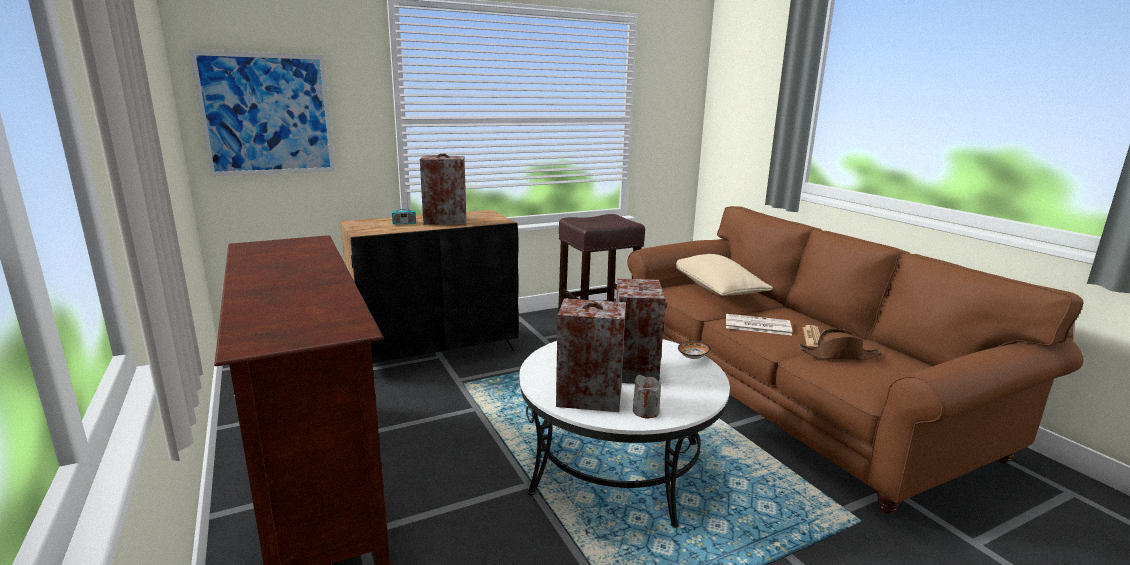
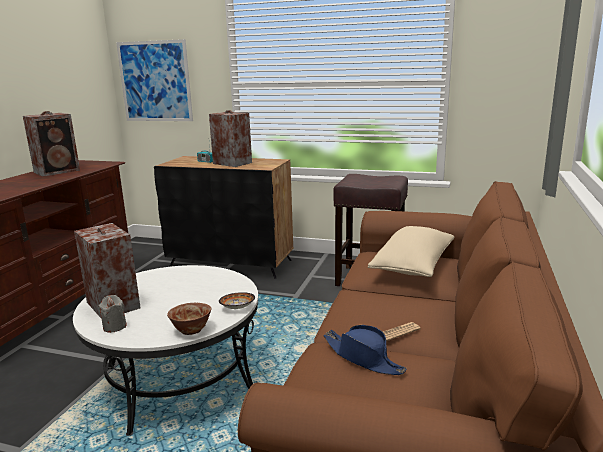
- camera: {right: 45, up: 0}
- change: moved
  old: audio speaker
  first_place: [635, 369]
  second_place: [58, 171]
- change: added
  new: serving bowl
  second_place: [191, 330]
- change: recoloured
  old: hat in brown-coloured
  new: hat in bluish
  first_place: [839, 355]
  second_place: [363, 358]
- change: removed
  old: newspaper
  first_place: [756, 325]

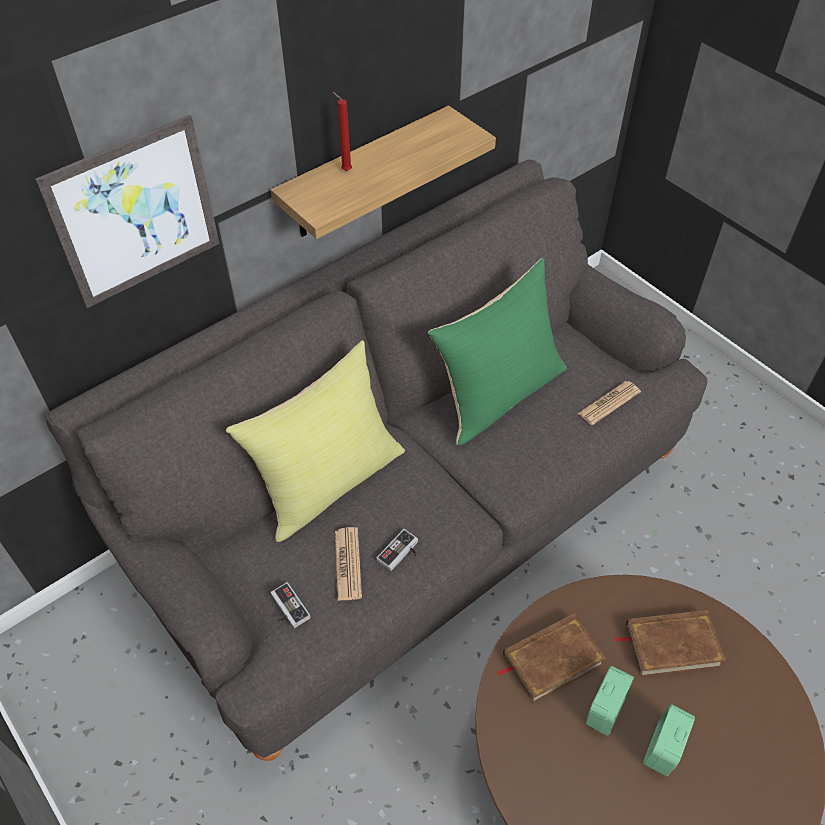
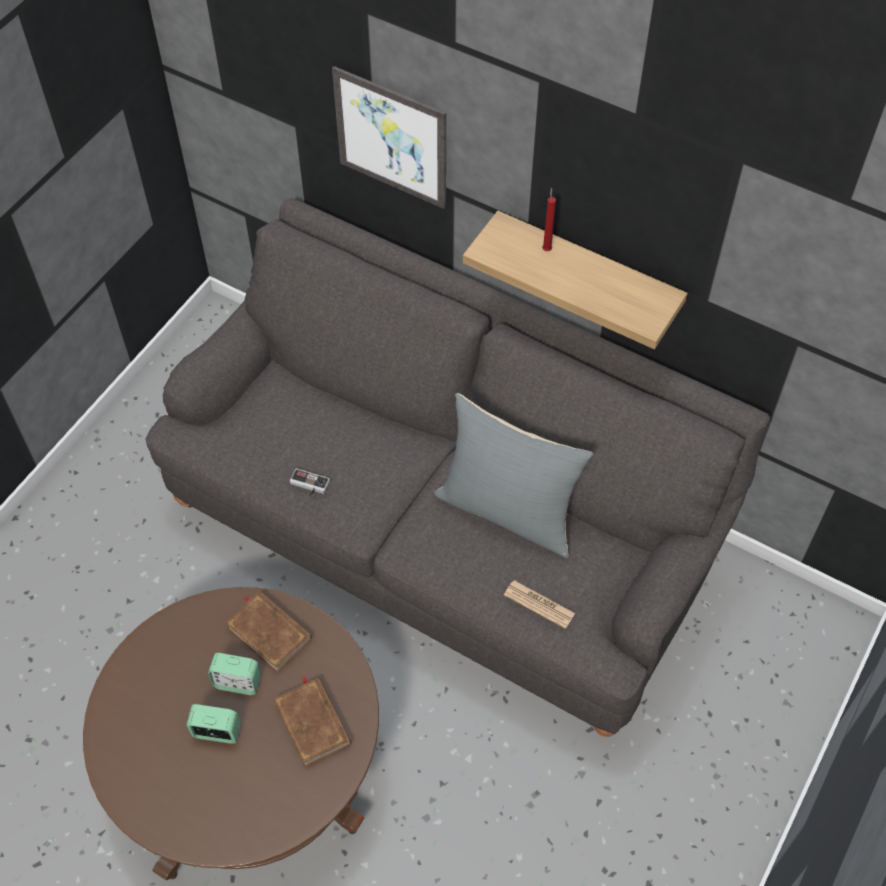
- camera: {right: 70, up: 5}
- change: recoloured
  old: throw pillow in greenish
  new: throw pillow in greyish
  first_place: [498, 394]
  second_place: [509, 510]
- change: removed
  old: throw pillow in yellowish
  first_place: [329, 482]
- change: removed
  old: joypad
  first_place: [286, 609]
- change: removed
  old: newspaper
  first_place: [348, 564]

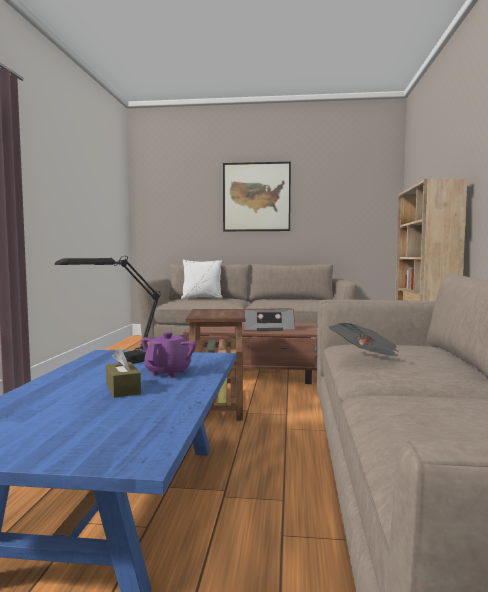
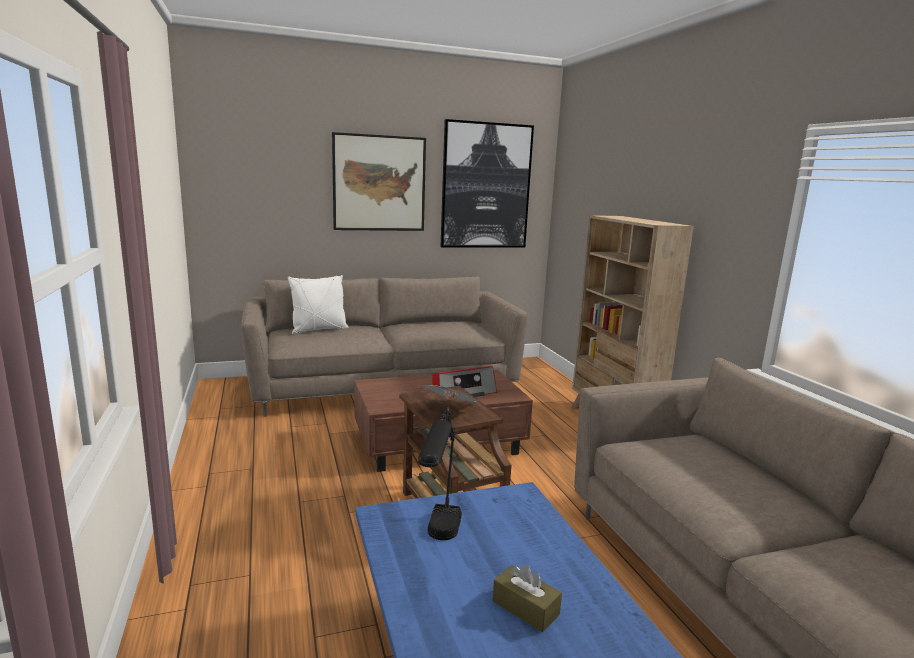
- camera: {right: -25, up: 10}
- change: moved
  old: newspaper
  first_place: [366, 359]
  second_place: [451, 410]
- change: added
  new: picture
  second_place: [486, 186]
- change: removed
  old: pot for tea in purplish
  first_place: [168, 372]

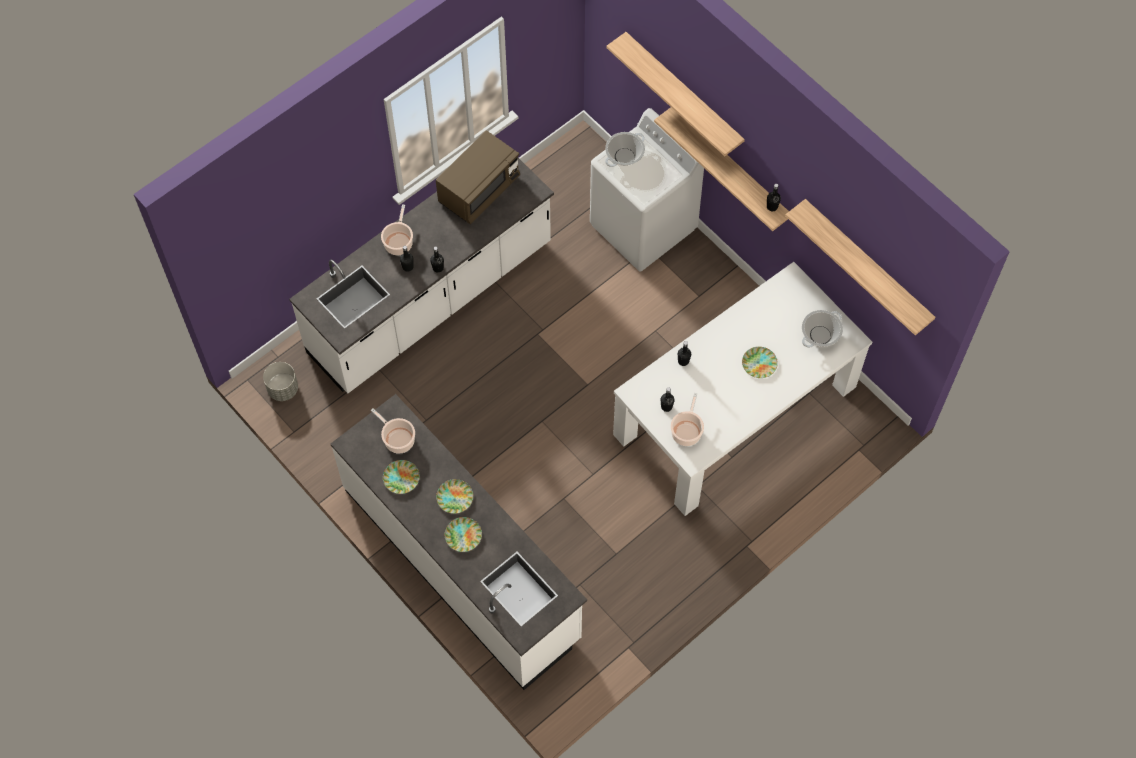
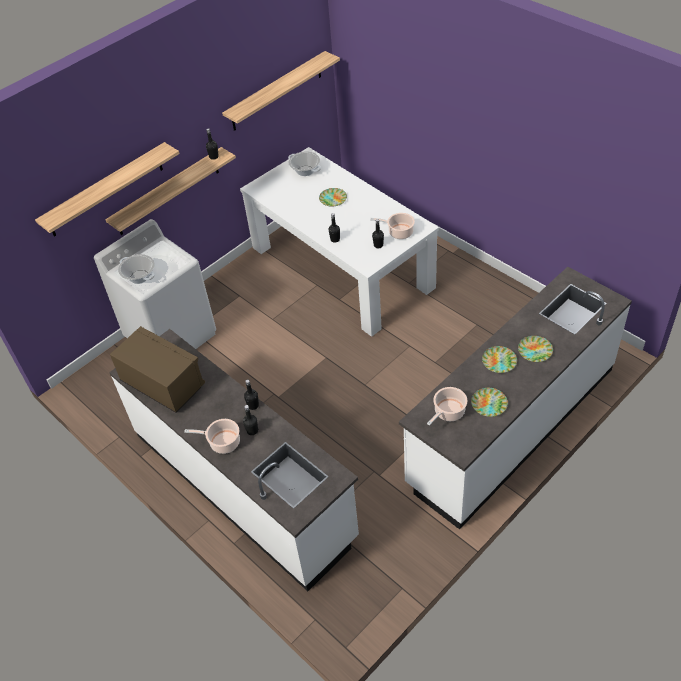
- camera: {right: -90, up: -15}
- change: removed
  old: plant pot in greyish
  first_place: [283, 389]

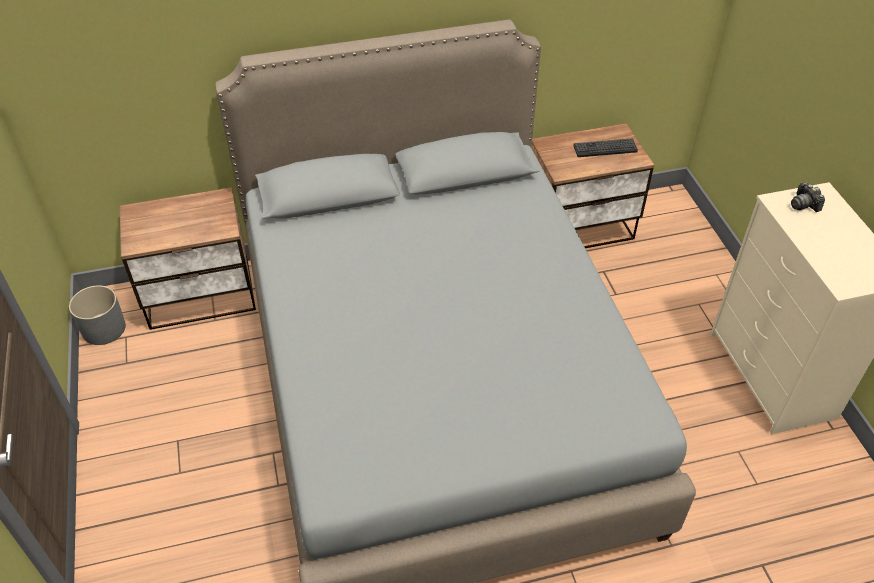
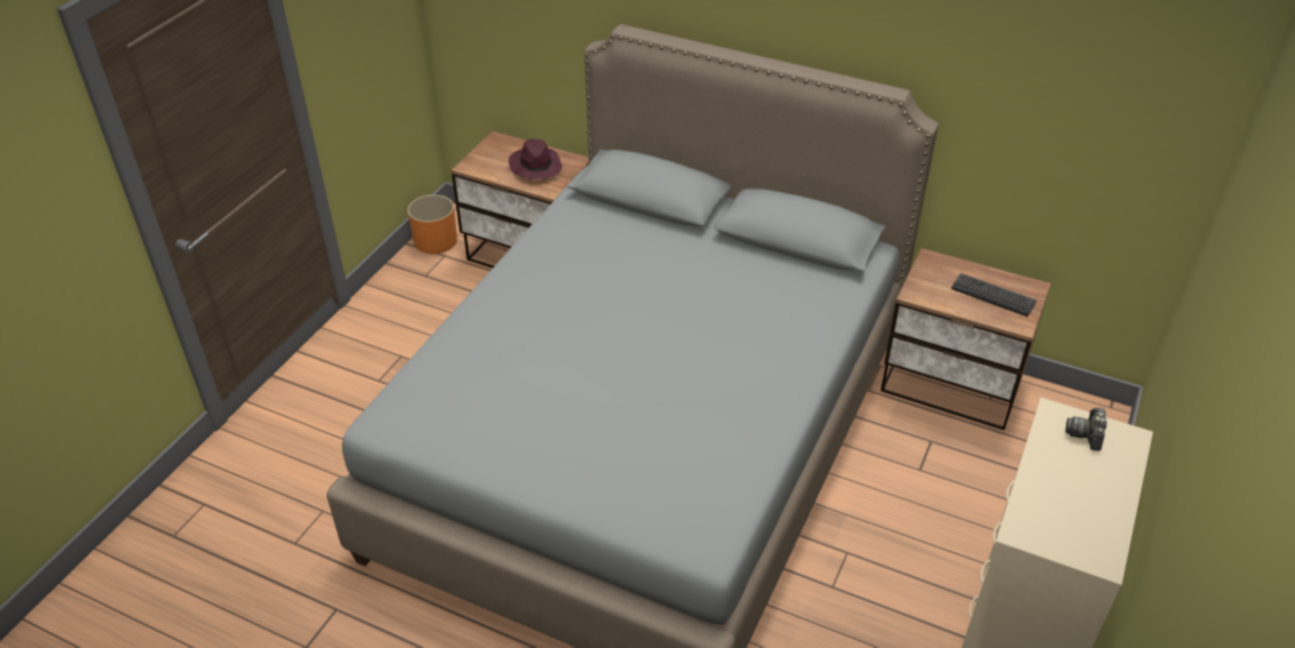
- camera: {right: 40, up: -5}
- change: recoloured
  old: plant pot in greyish
  new: plant pot in orange-coloured
  first_place: [103, 329]
  second_place: [435, 240]
- change: added
  new: hat in purplish
  second_place: [535, 166]

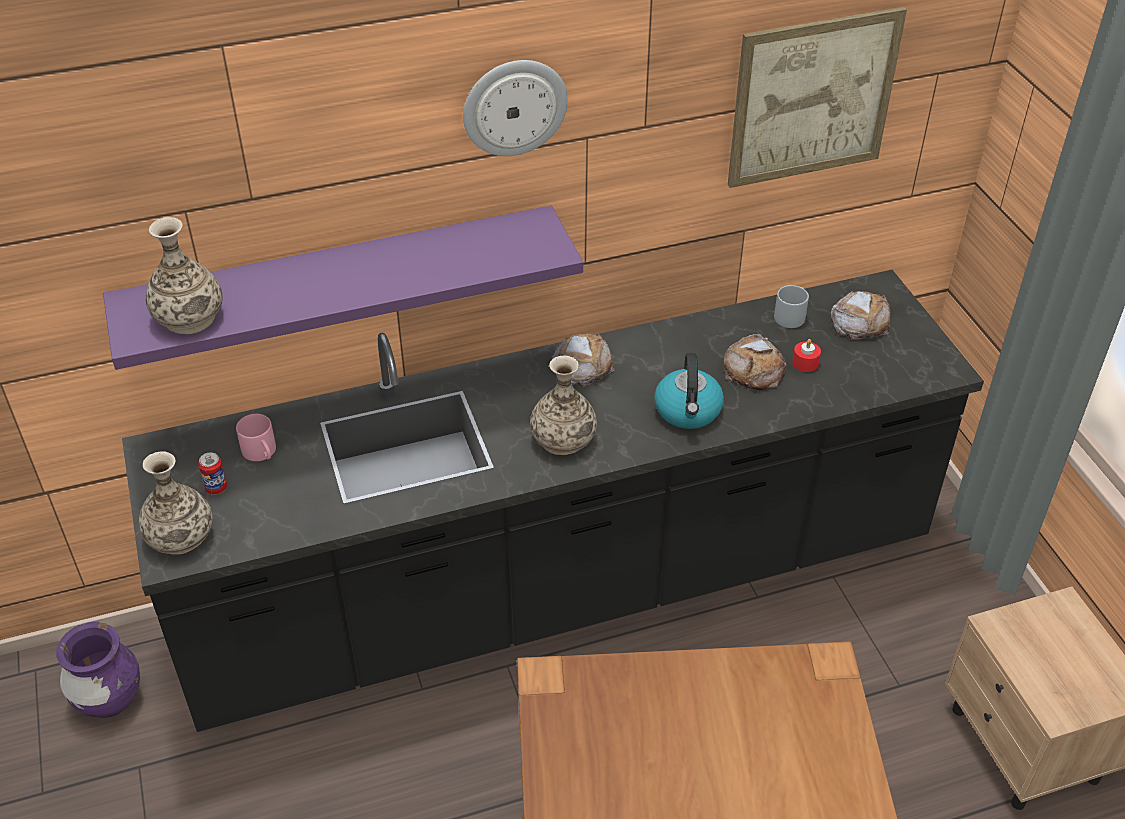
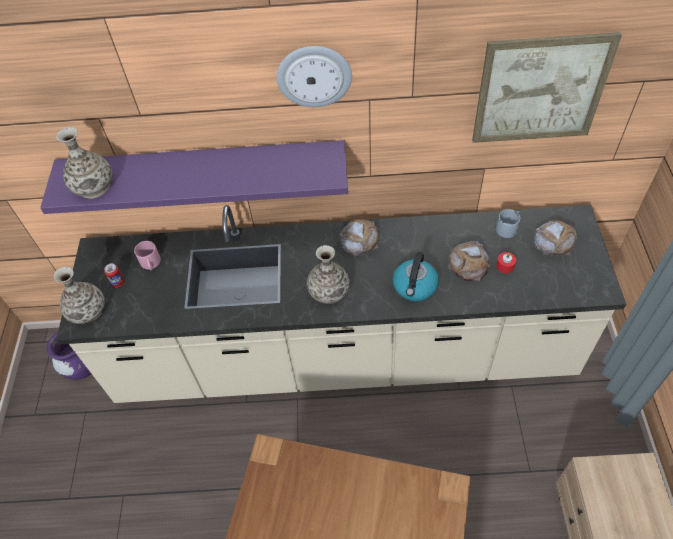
- camera: {right: 20, up: 10}
- change: recoloured
  old: counter in black-coloured
  new: counter in sand-coloured
  first_place: [562, 589]
  second_place: [344, 357]

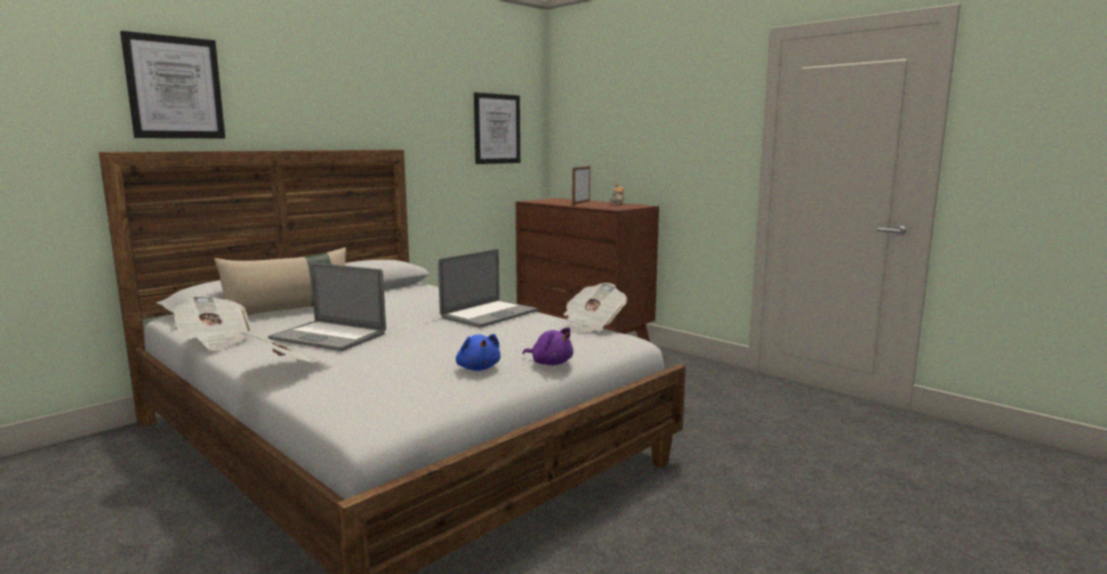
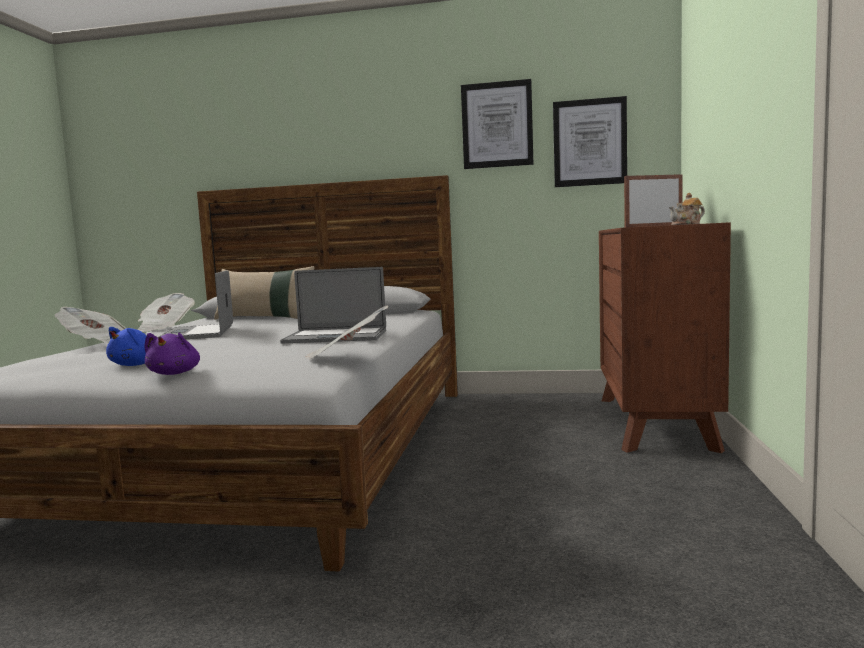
- camera: {right: 55, up: -5}
- change: moved
  old: picture
  first_place: [175, 88]
  second_place: [497, 125]

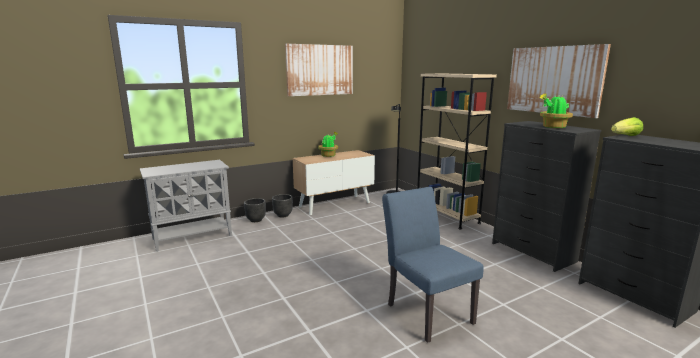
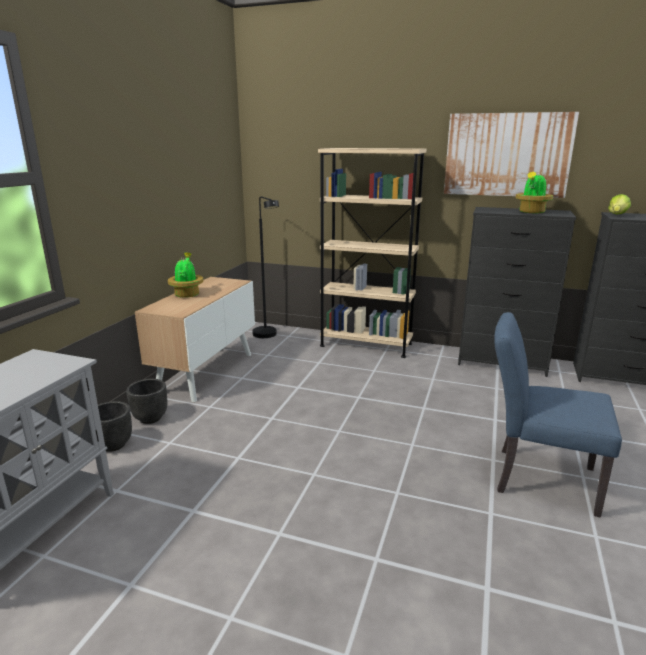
- camera: {right: -40, up: 5}
- change: removed
  old: picture
  first_place: [320, 70]

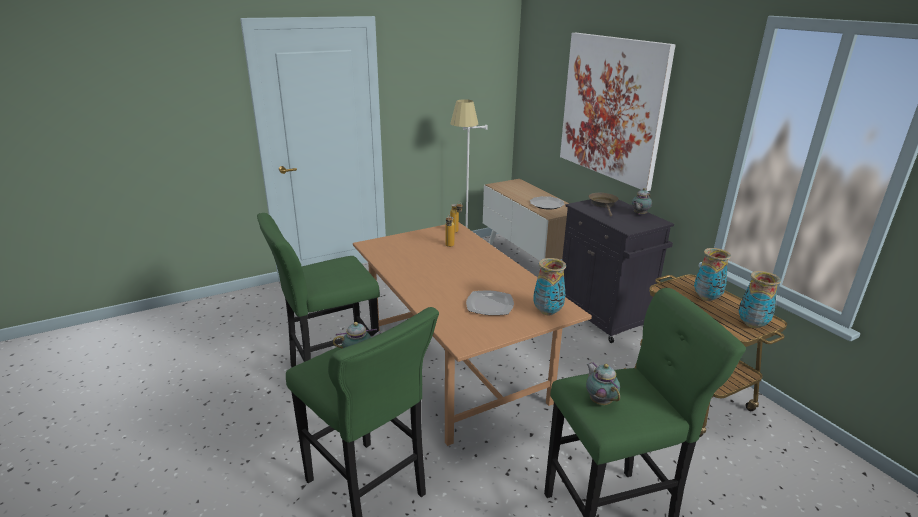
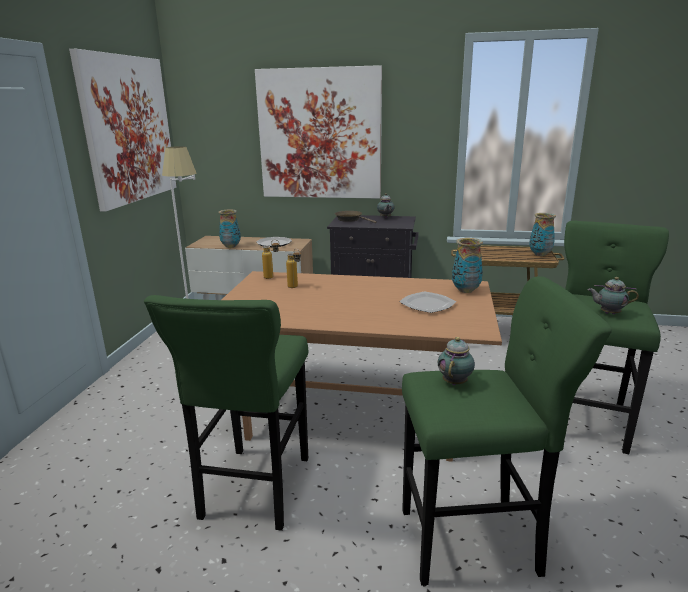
- camera: {right: -50, up: -5}
- change: added
  new: picture
  second_place: [128, 129]
- change: moved
  old: vase
  first_place: [706, 298]
  second_place: [231, 246]

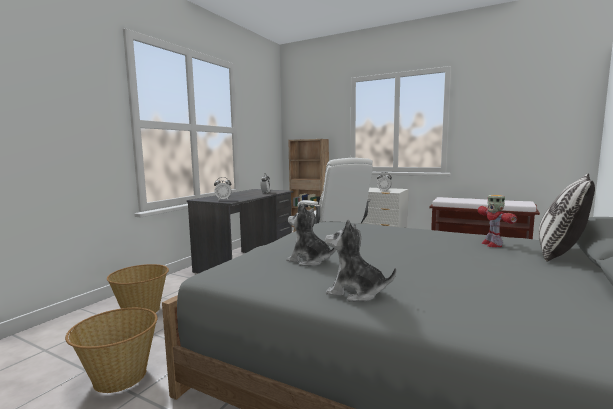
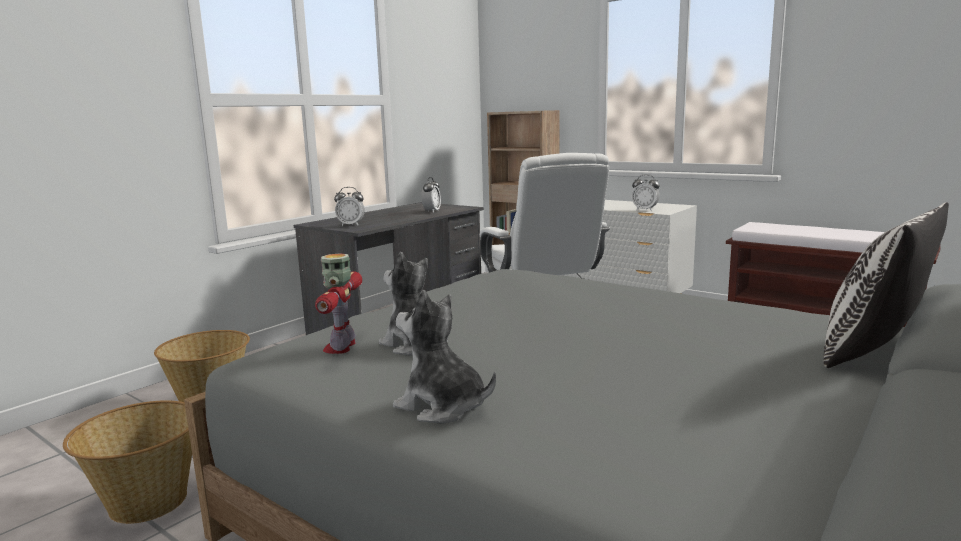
- camera: {right: 10, up: 5}
- change: moved
  old: robot figure
  first_place: [492, 244]
  second_place: [341, 347]

